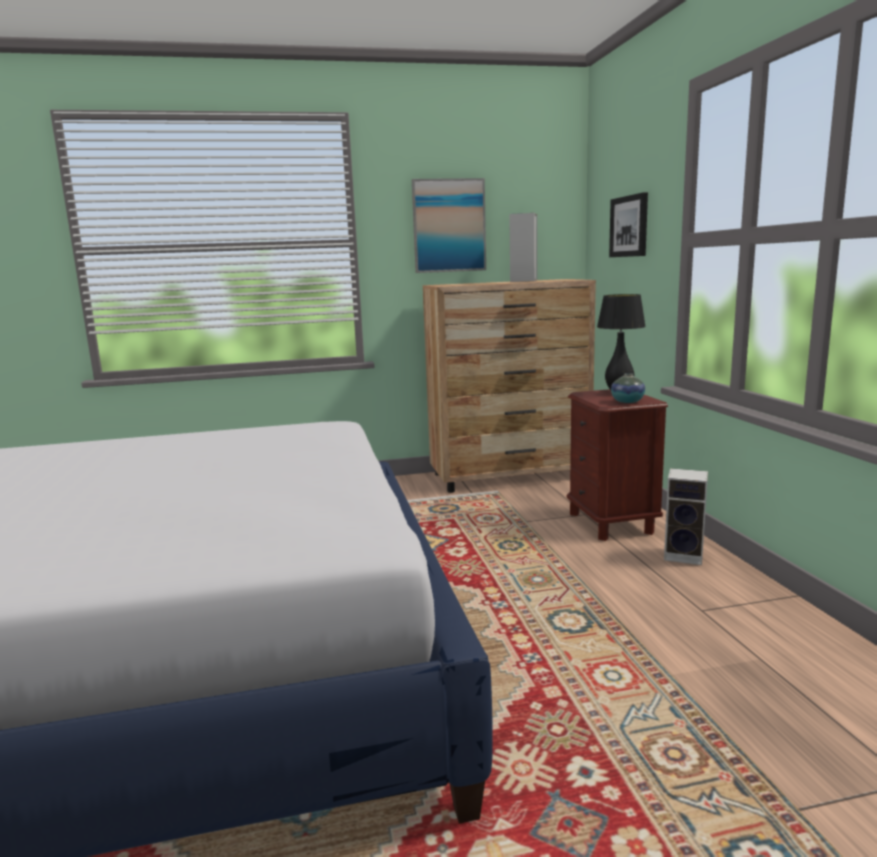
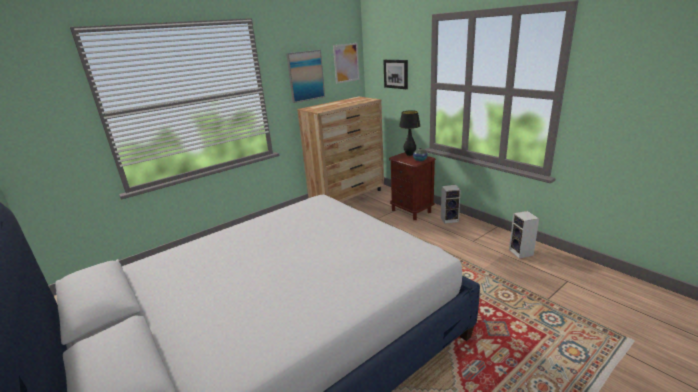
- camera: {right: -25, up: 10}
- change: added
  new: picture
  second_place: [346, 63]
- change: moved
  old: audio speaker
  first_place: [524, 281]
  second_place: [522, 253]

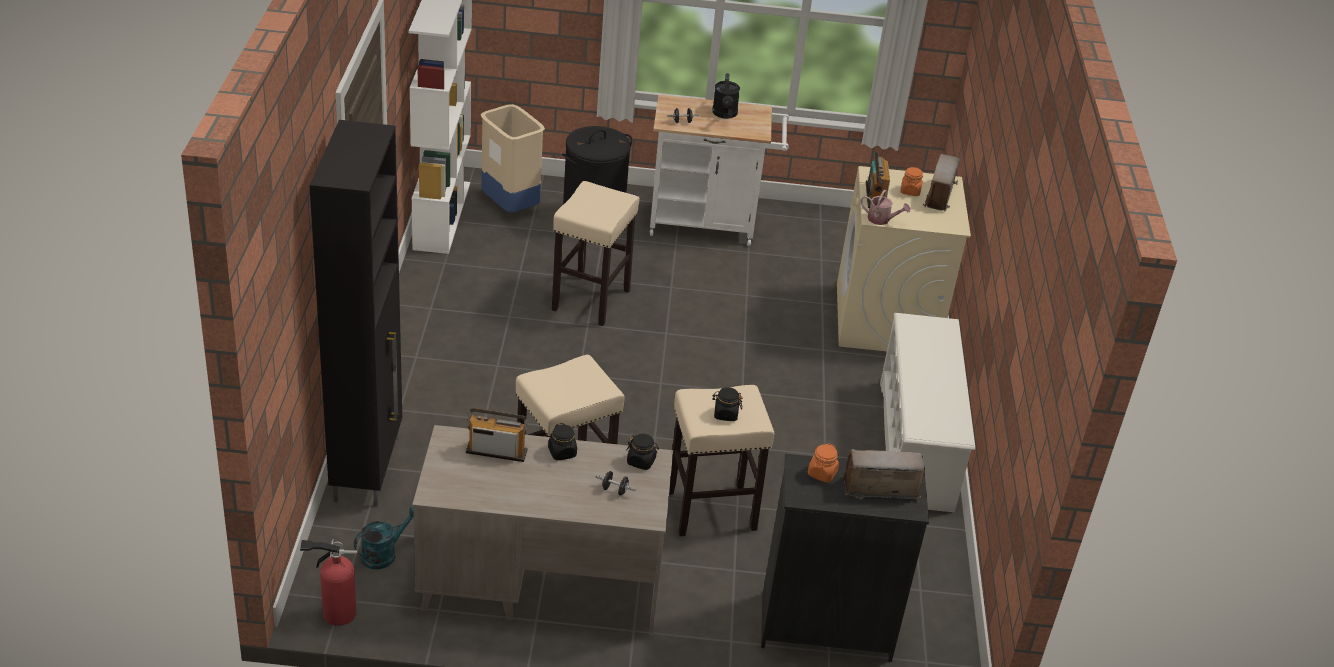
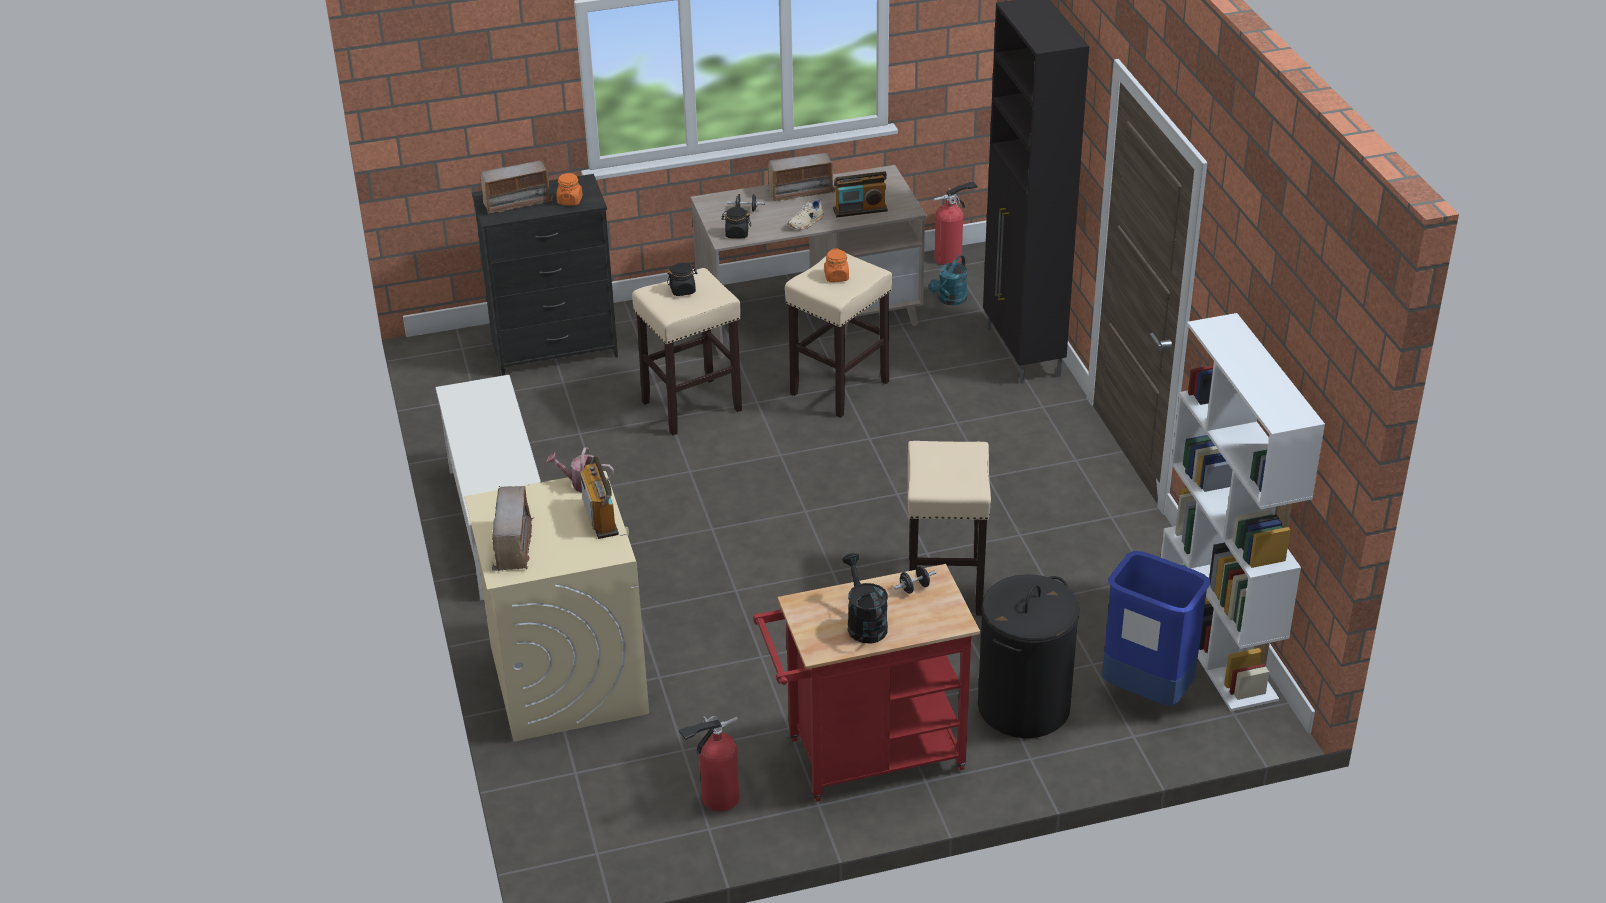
- camera: {right: 165, up: 0}
- change: added
  new: fire-fighting cylinder
  second_place: [716, 799]
- change: recoloured
  old: wheeled cart in white
  new: wheeled cart in reddish
  first_place: [709, 224]
  second_place: [864, 758]
- change: added
  new: radio
  second_place: [801, 191]
- change: replaced
  old: storage jar in black-coloured
  new: item of footwear in sand-coloured
  first_place: [562, 452]
  second_place: [806, 223]
- change: moved
  old: storage jar in orange-coloured
  first_place: [910, 191]
  second_place: [836, 277]
- change: recoloured
  old: waste bin in sand-coloured
  new: waste bin in bluish
  first_place: [510, 206]
  second_place: [1146, 691]

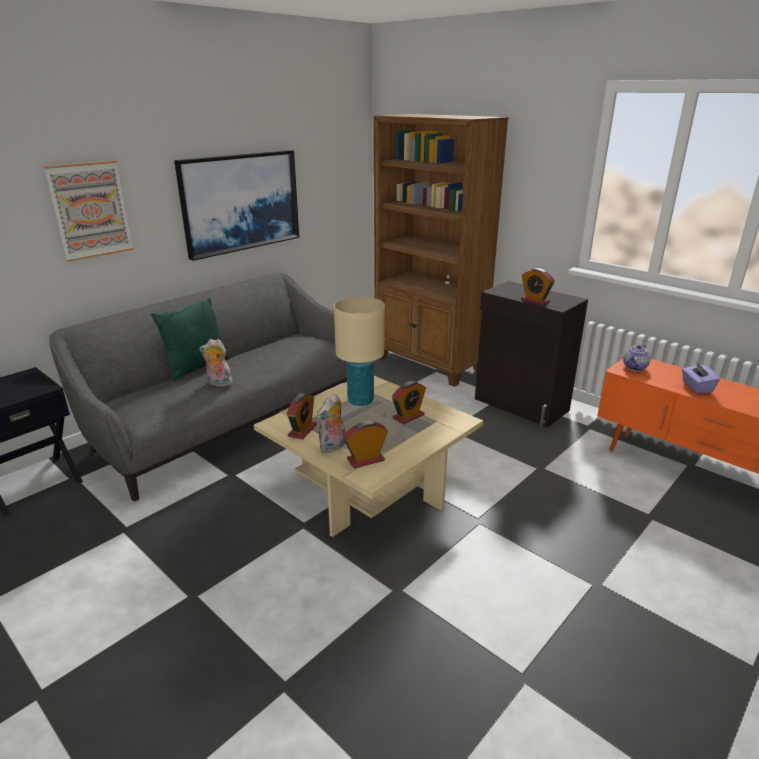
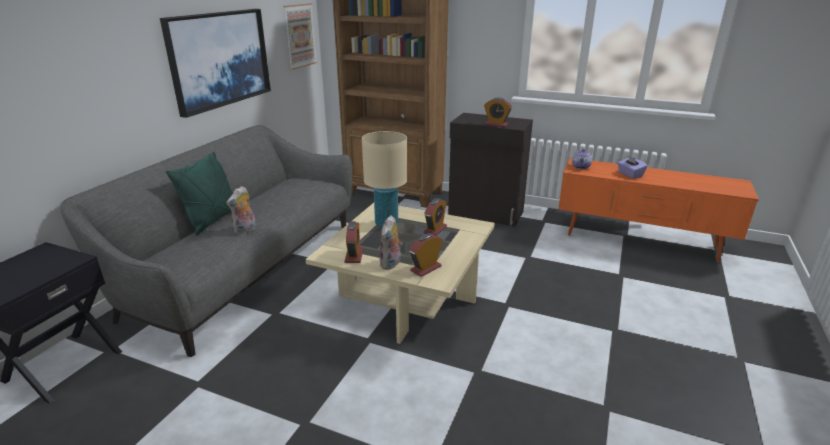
- camera: {right: -20, up: 0}
- change: turned
  old: cuddly toy
  first_place: [218, 383]
  second_place: [245, 230]
  degrees: -45
- change: moved
  old: picture
  first_place: [90, 210]
  second_place: [299, 36]

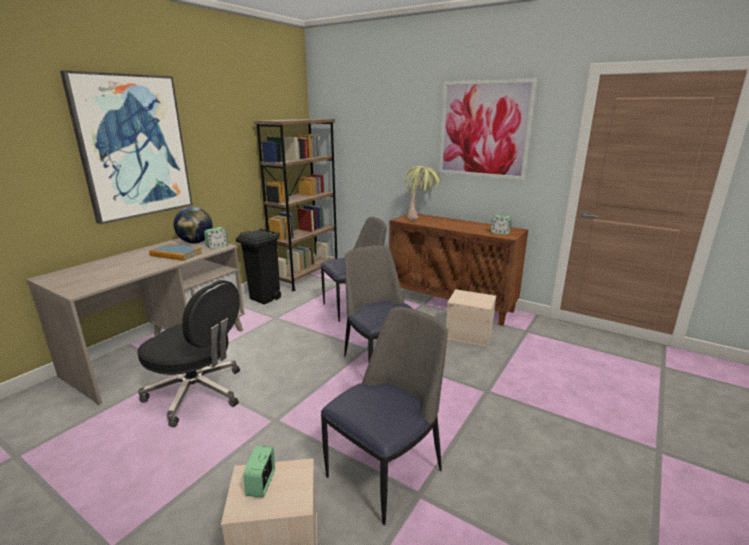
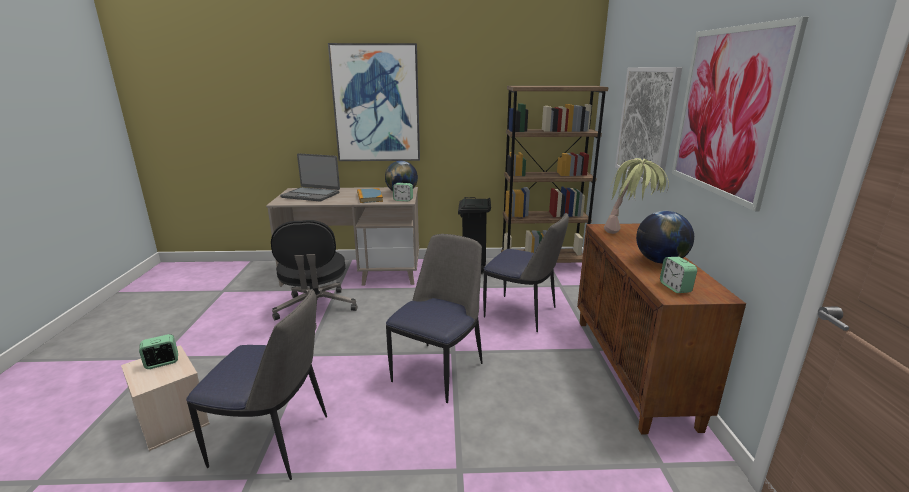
- camera: {right: 55, up: 0}
- change: added
  new: portable computer
  second_place: [311, 195]
- change: added
  new: picture
  second_place: [646, 124]
- change: added
  new: desk globe
  second_place: [660, 261]
- change: removed
  old: storage container in sand-coloured
  first_place: [469, 335]

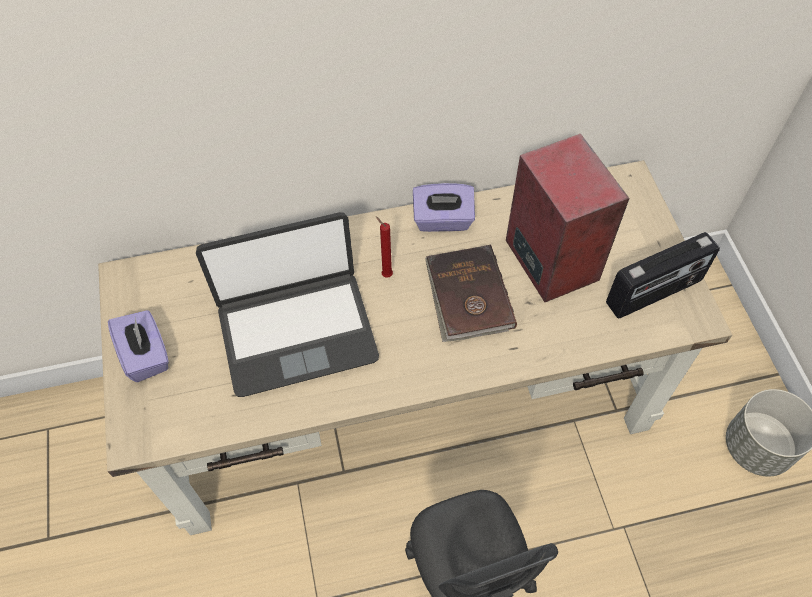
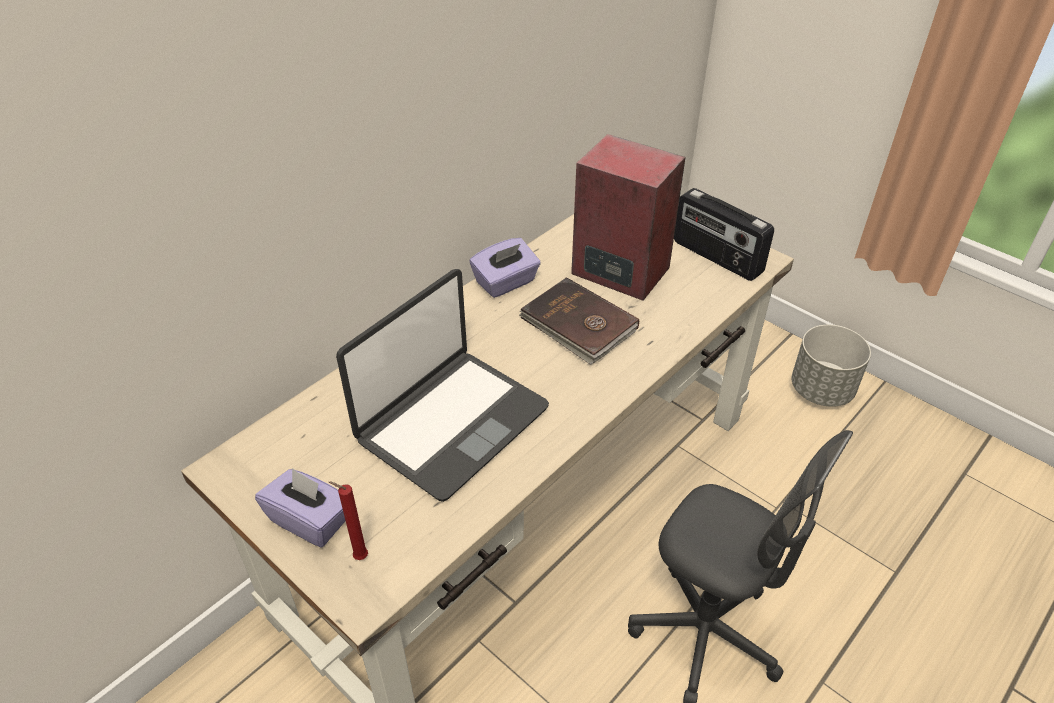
- camera: {right: -35, up: -15}
- change: moved
  old: candle in reddish
  first_place: [385, 274]
  second_place: [358, 557]
- change: turned
  old: radio
  first_place: [654, 293]
  second_place: [716, 257]
  degrees: 105

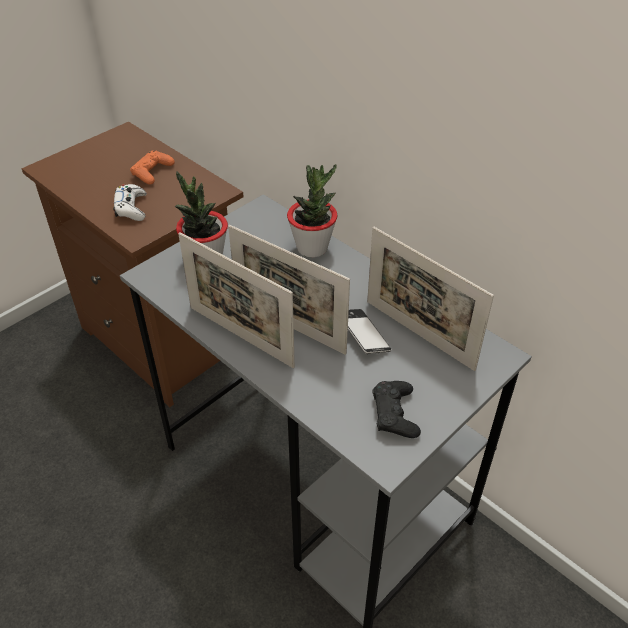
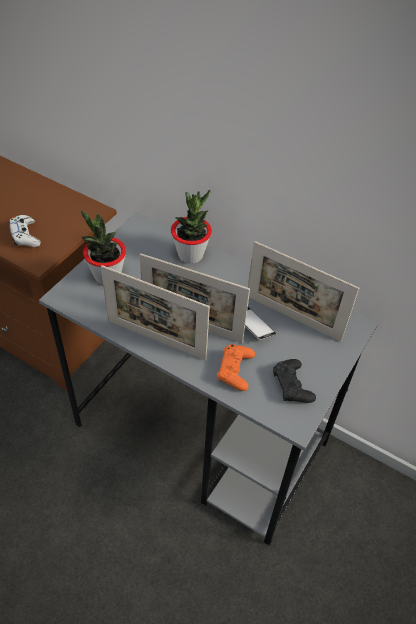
- camera: {right: -15, up: 5}
- change: moved
  old: joypad in orange-coloured
  first_place: [152, 172]
  second_place: [235, 370]

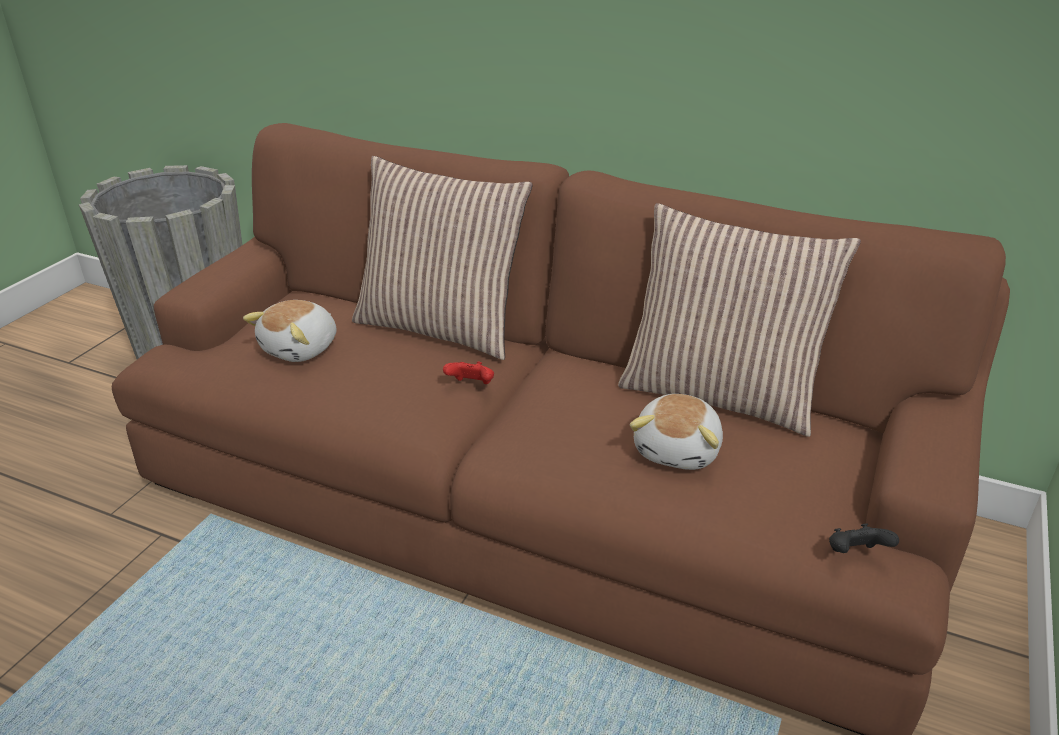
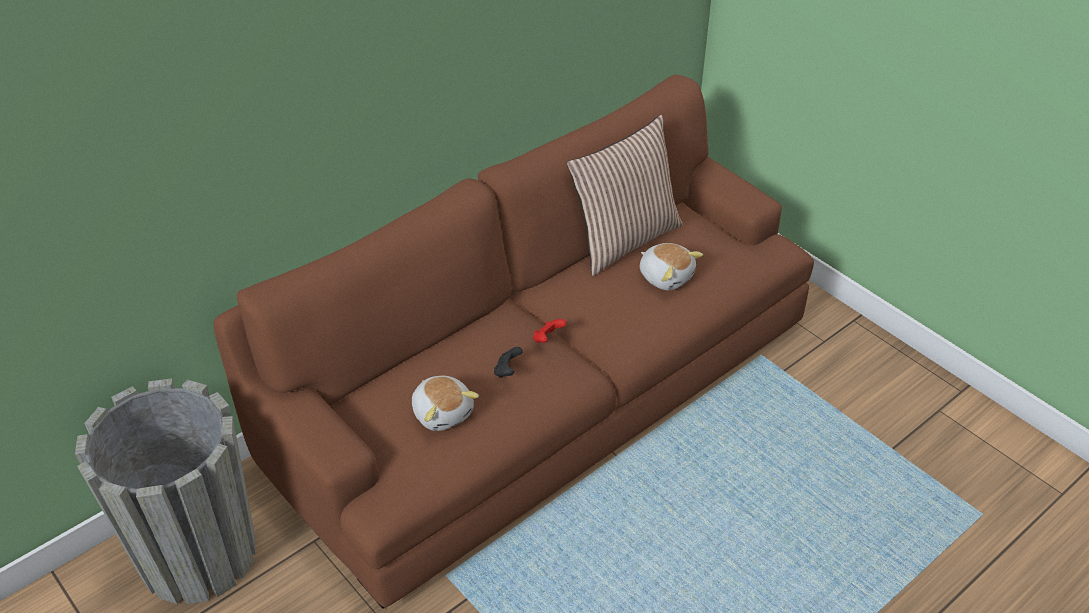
- camera: {right: -65, up: 10}
- change: moved
  old: joypad in black-coloured
  first_place: [855, 554]
  second_place: [507, 371]
- change: removed
  old: throw pillow
  first_place: [441, 327]

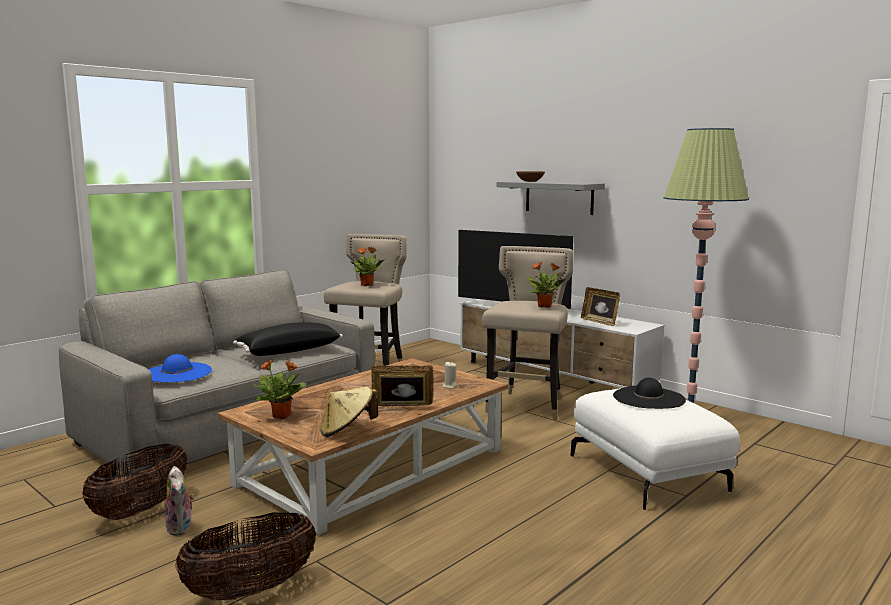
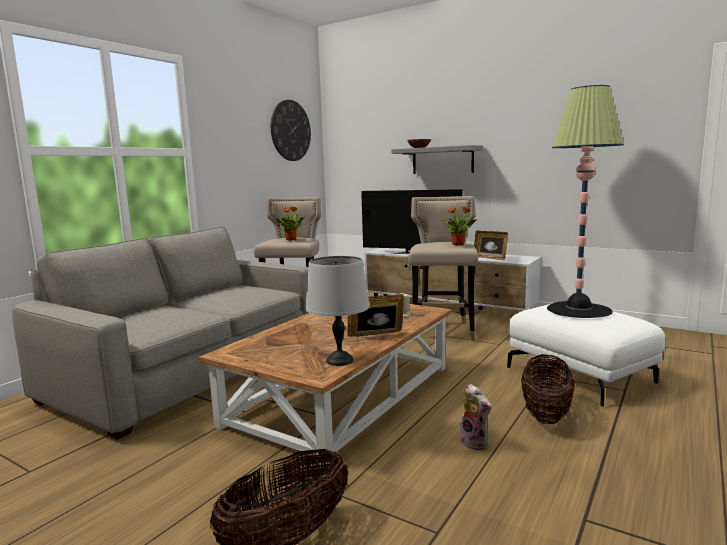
- camera: {right: -10, up: 0}
- change: added
  new: wall clock
  second_place: [290, 130]
- change: replaced
  old: hat in sand-coloured
  new: lamp for a table in greyish
  first_place: [347, 430]
  second_place: [340, 360]
- change: moved
  old: cuddly toy
  first_place: [181, 528]
  second_place: [475, 443]
- change: moved
  old: basket
  first_place: [140, 510]
  second_place: [545, 414]
- change: removed
  old: hat in bluish
  first_place: [177, 373]
- change: removed
  old: throw pillow in black-coloured
  first_place: [288, 351]
- change: removed
  old: houseplant
  first_place: [282, 416]

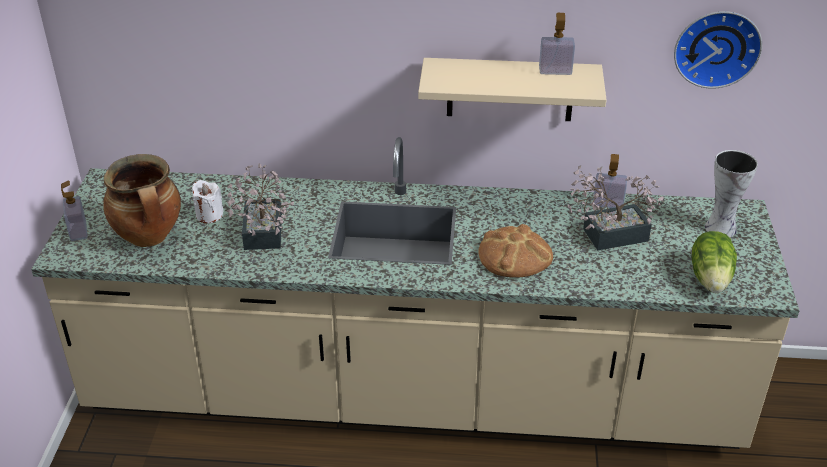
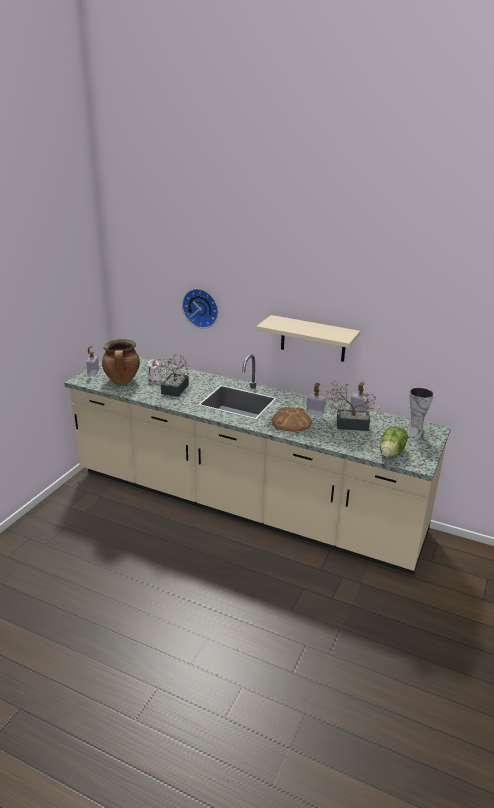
- camera: {right: 20, up: -10}
- change: moved
  old: wall clock
  first_place: [716, 47]
  second_place: [201, 307]
- change: moved
  old: liquid soap bottle
  first_place: [555, 71]
  second_place: [315, 412]

